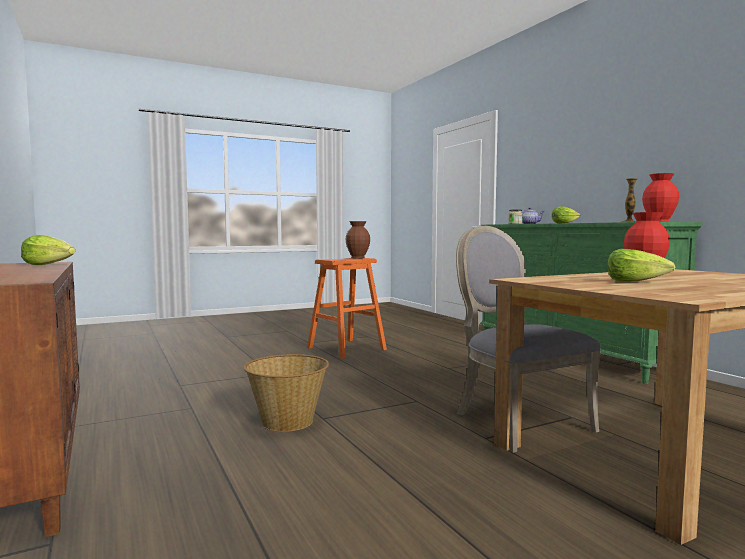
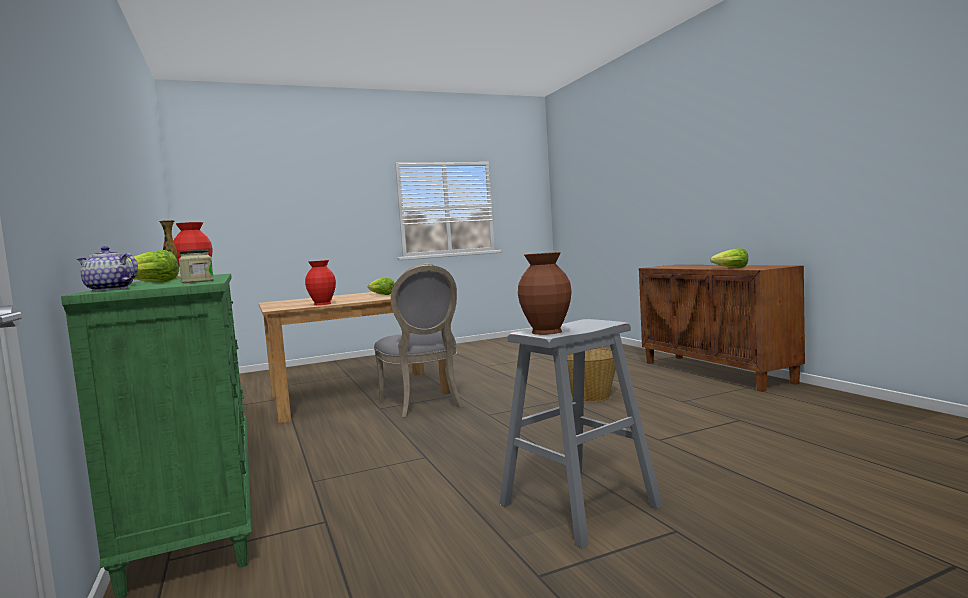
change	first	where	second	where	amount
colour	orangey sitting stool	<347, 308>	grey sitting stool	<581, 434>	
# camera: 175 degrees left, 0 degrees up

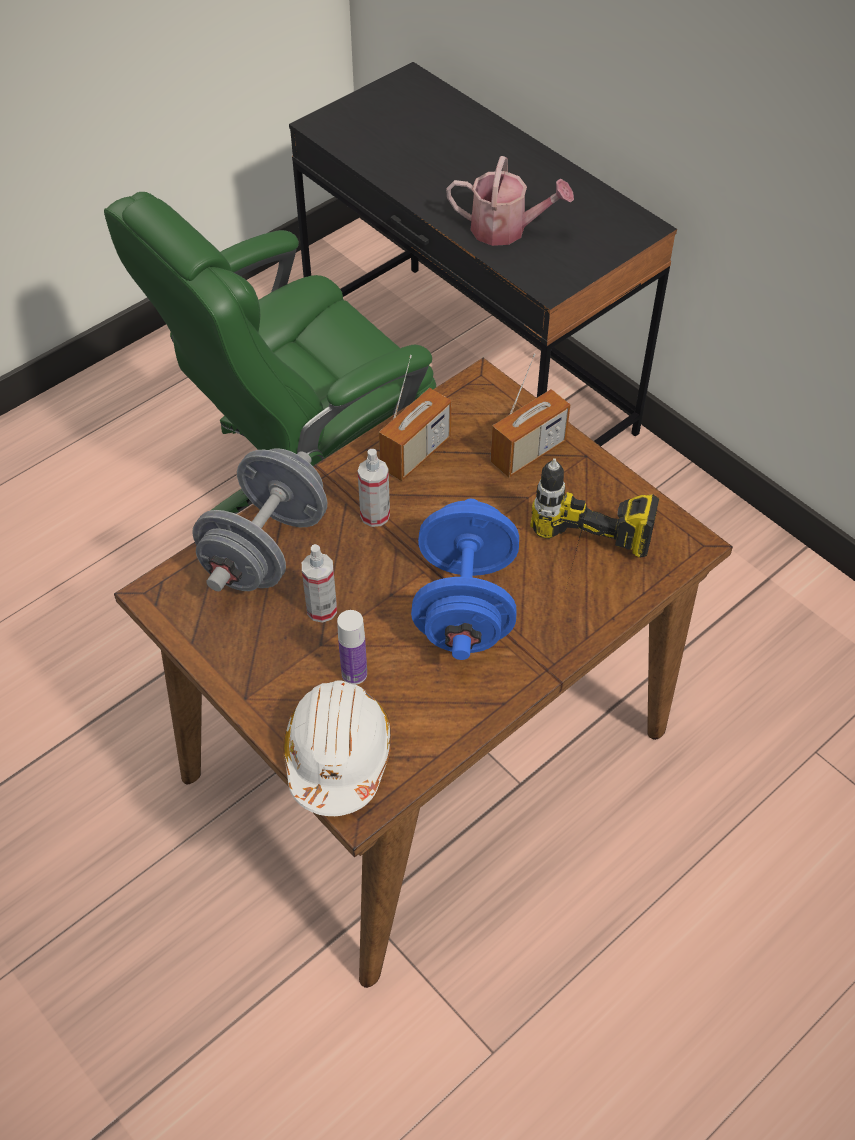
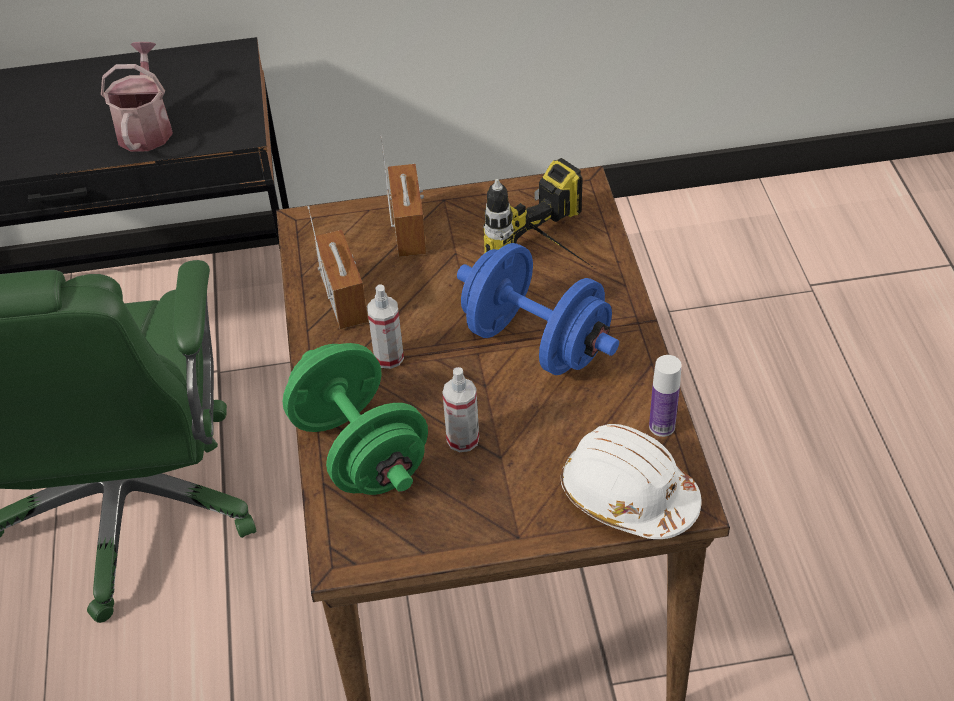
change	first	where	second	where	amount
relocated	beverage bottle	<352, 647>		<665, 396>	
colour	grey dumbbell	<259, 519>	green dumbbell	<355, 419>	
spun	watering can	<510, 201>		<137, 97>	45 degrees counterclockwise
# camera: 55 degrees left, 5 degrees down

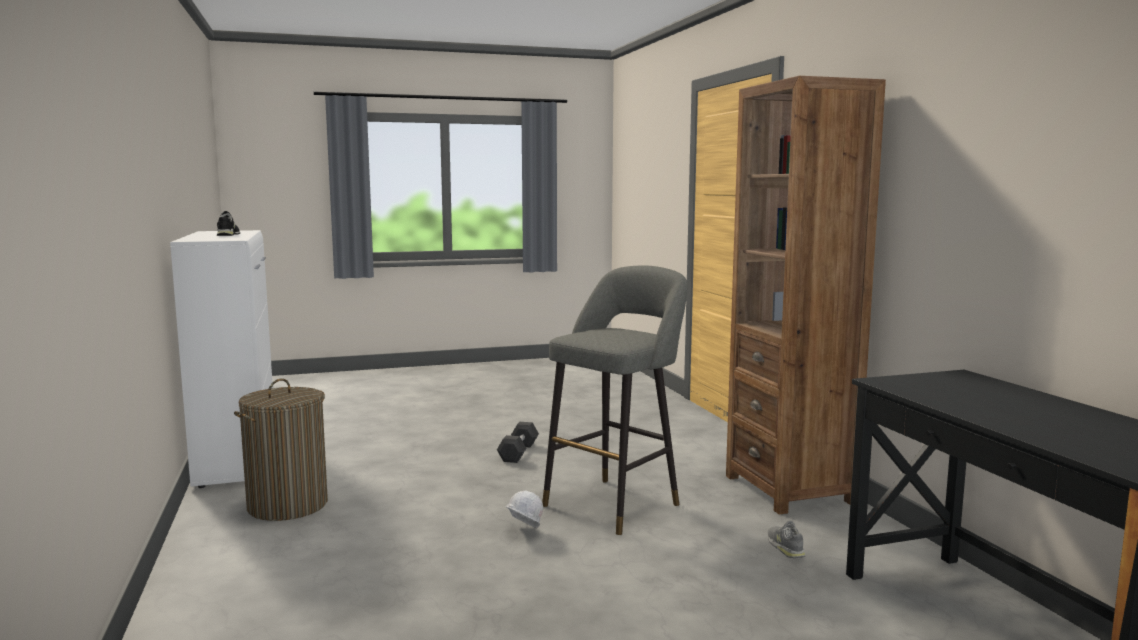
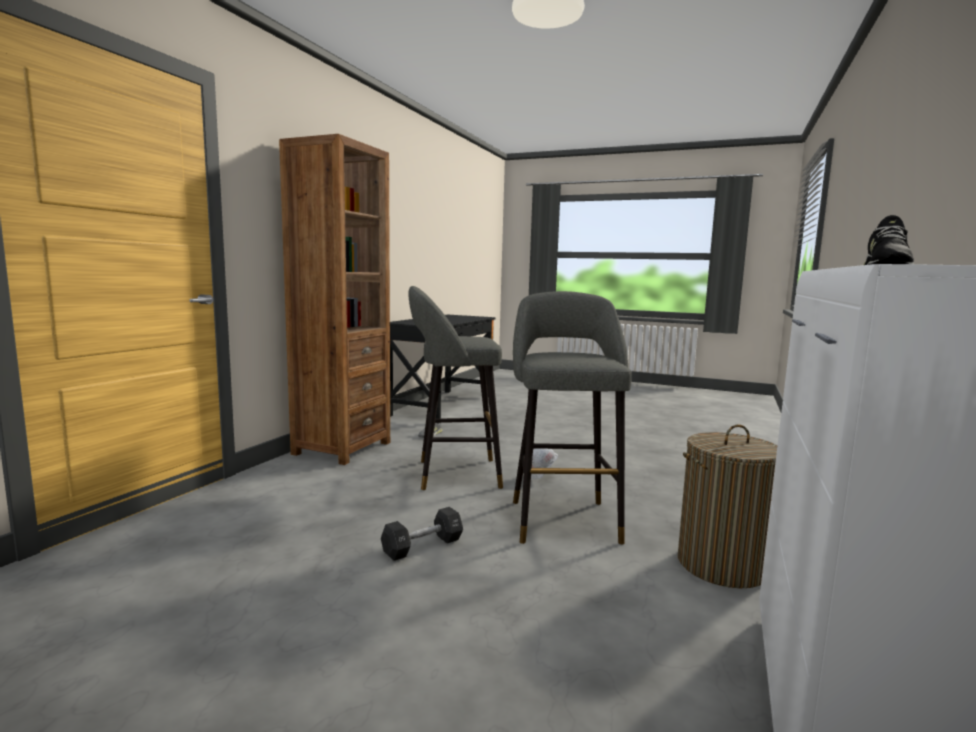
change	first	where	second	where	amount
appeared			grey sitting stool	<572, 417>	
# camera: 140 degrees left, 0 degrees up

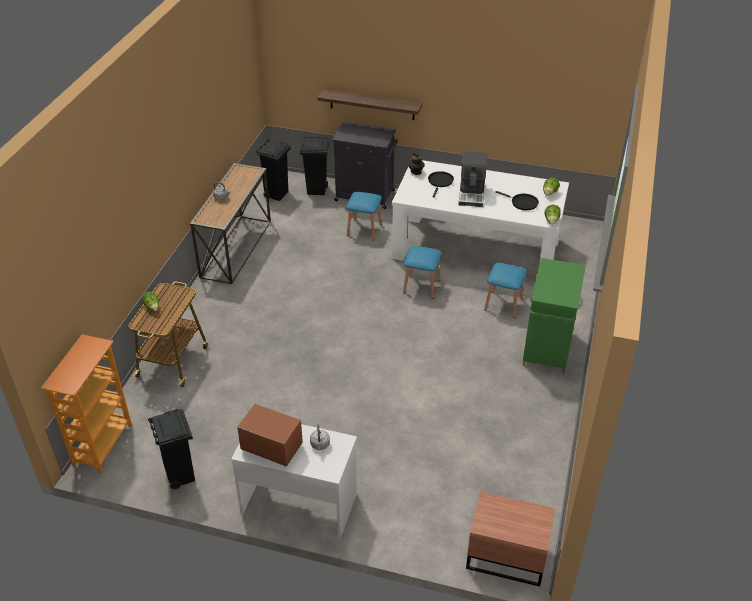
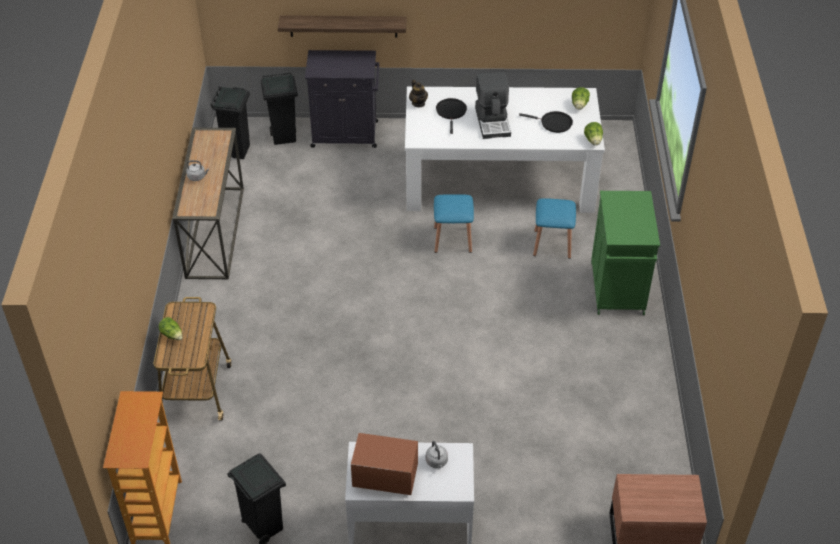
change	first	where	second	where	amount
missing	blue-coloured sitting stool	<364, 216>			
# camera: 15 degrees left, 5 degrees up

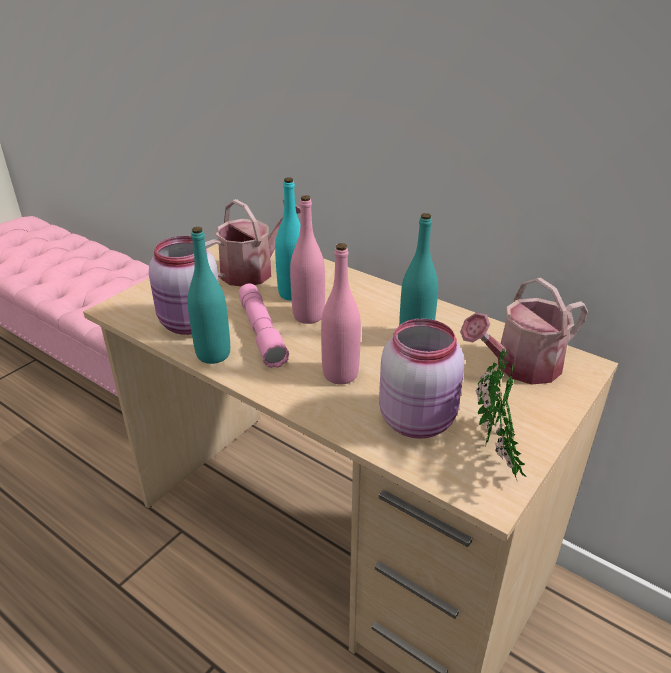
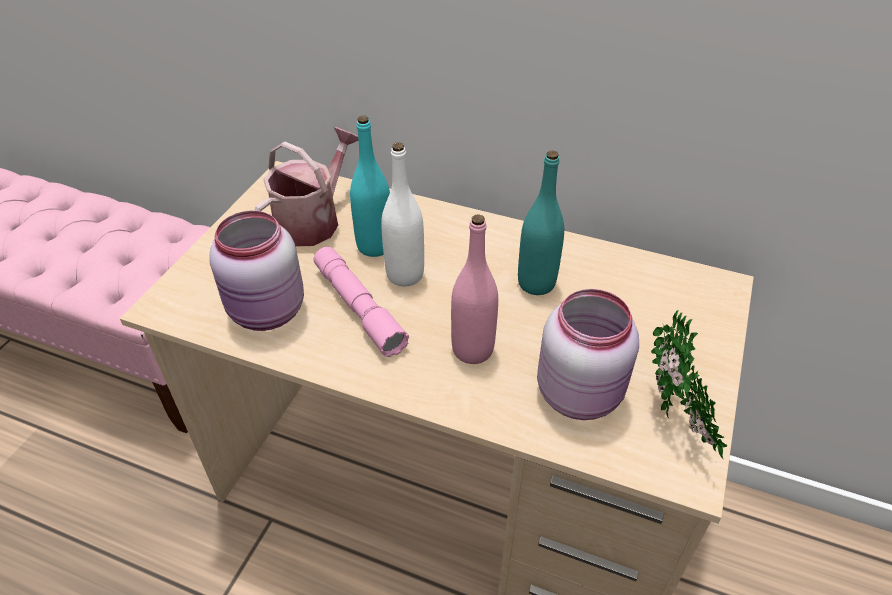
change	first	where	second	where	amount
missing	turquoise-coloured beverage bottle	<209, 295>			
missing	watering can	<524, 331>			
colour	pink-coloured beverage bottle	<307, 259>	white-coloured beverage bottle	<402, 214>	
# camera: 15 degrees left, 10 degrees up

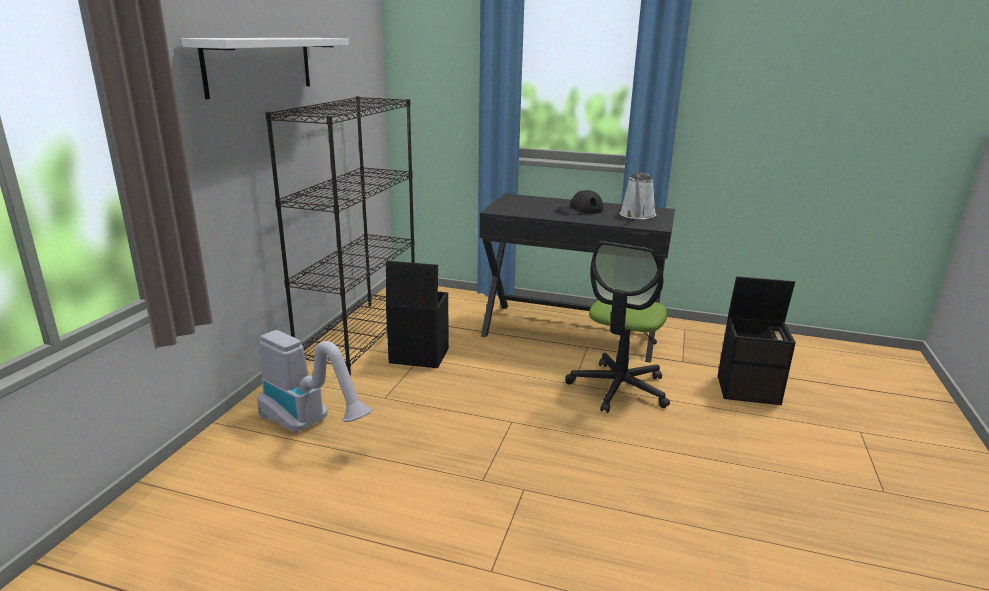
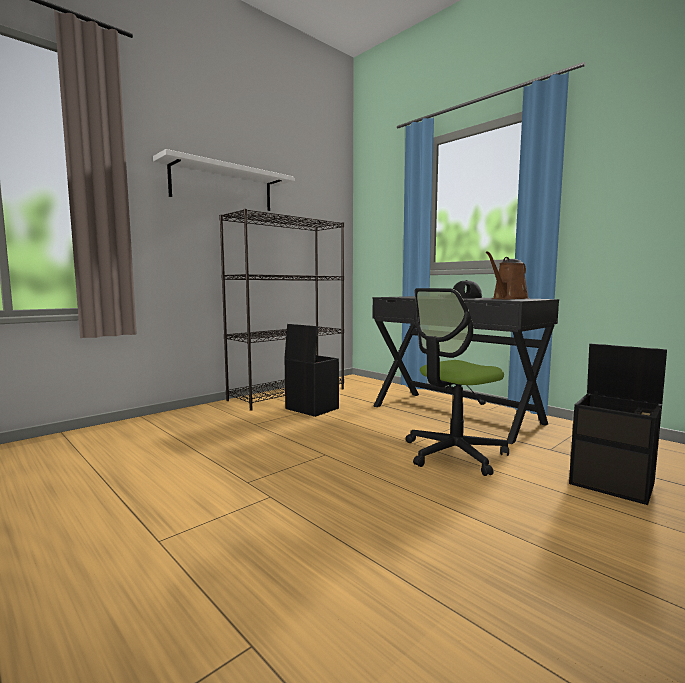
change	first	where	second	where	amount
missing	vacuum cleaner	<315, 382>			
colour	white-coloured watering can	<638, 196>	brownish watering can	<507, 275>	
# camera: 30 degrees right, 15 degrees down

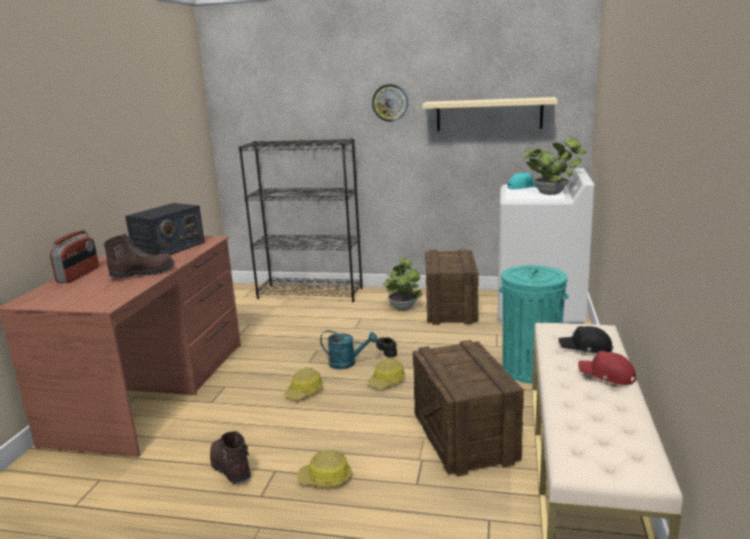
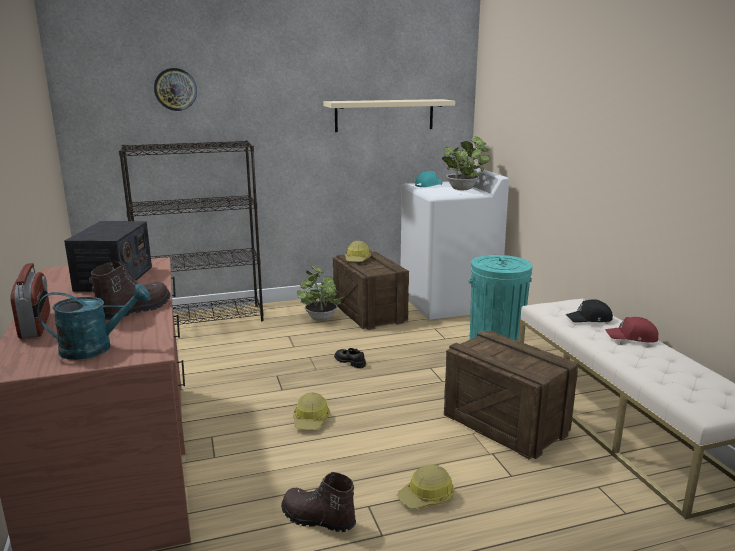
change	first	where	second	where	amount
relocated	turquoise-coloured watering can	<349, 349>		<94, 322>	
relocated	safety helmet	<387, 373>		<358, 251>	
relocated	clock on the wall	<390, 103>		<175, 89>	
# camera: 30 degrees left, 0 degrees up

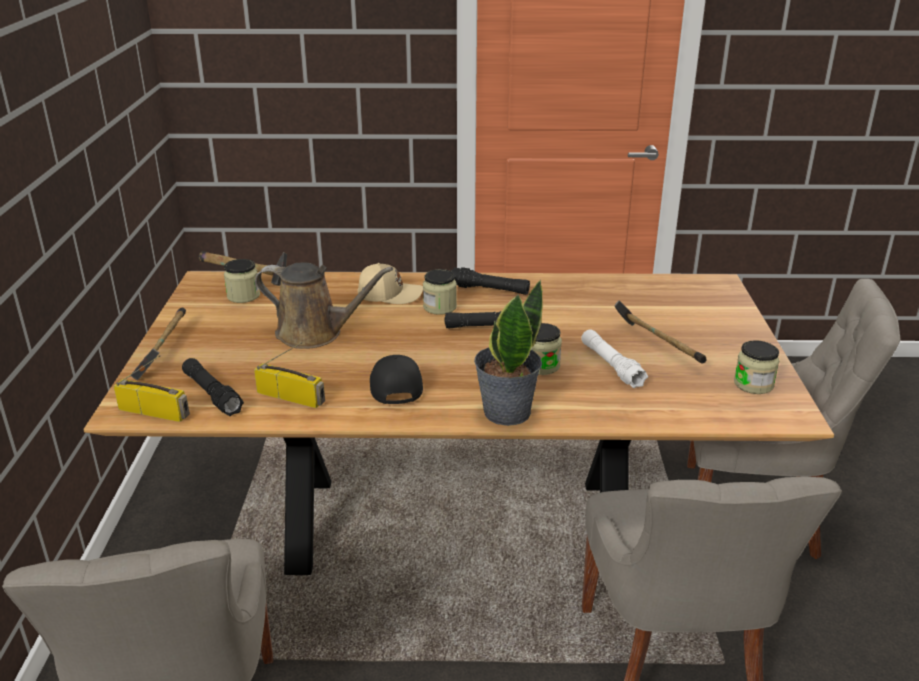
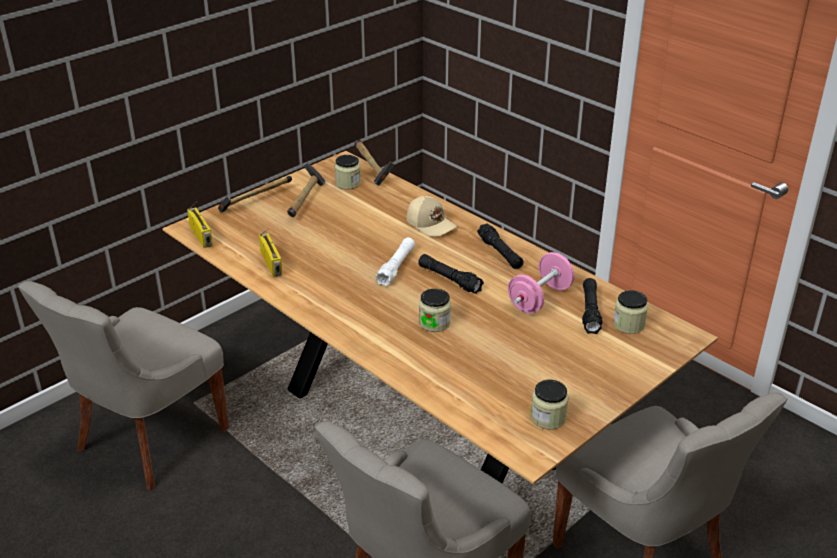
change	first	where	second	where	amount
missing	brownish watering can	<324, 305>			
missing	black-coloured baseball cap	<396, 379>			
missing	plant in a pot	<508, 353>			
appeared			pink-coloured dumbbell	<541, 283>	
relocated	black-coloured flashlight	<213, 387>		<592, 306>	
relocated	storage jar	<440, 292>		<630, 312>	
relocated	white-coloured flashlight	<614, 358>		<395, 262>	
relocated	tool hammer	<660, 332>		<306, 190>	
# camera: 45 degrees right, 5 degrees up

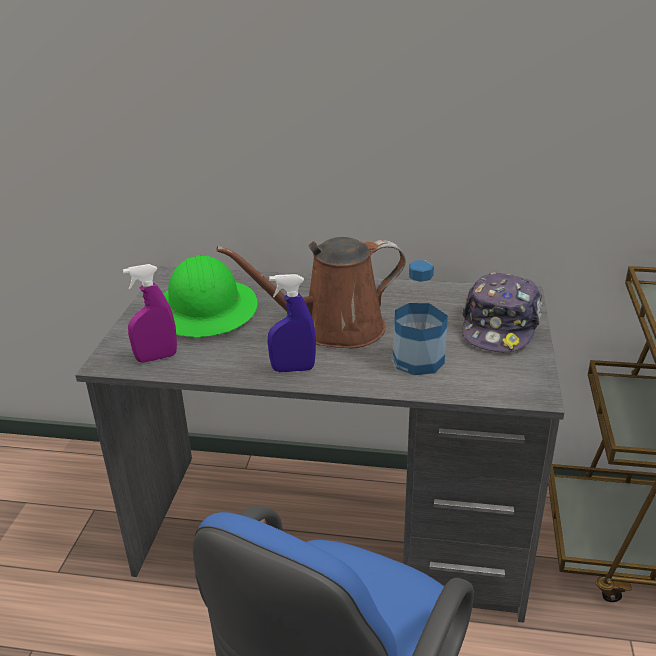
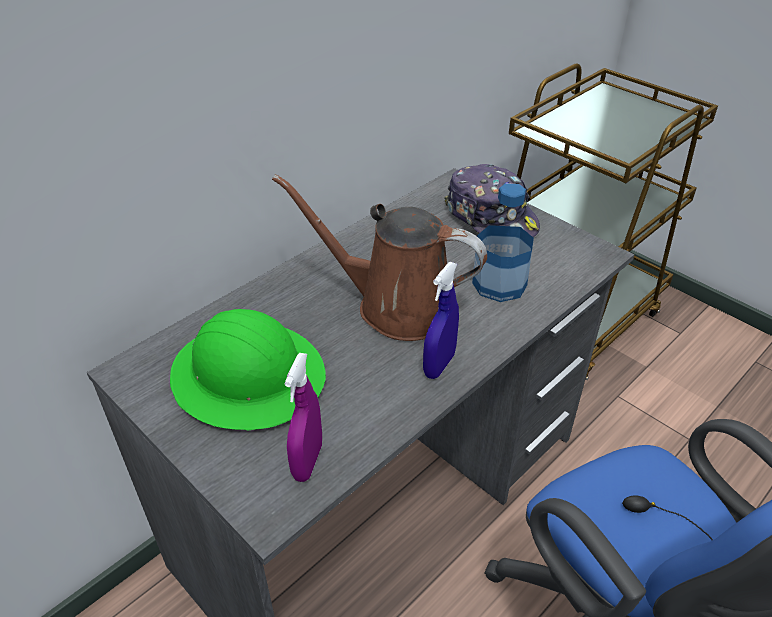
change	first	where	second	where	amount
spun	brownish watering can	<311, 293>		<379, 257>	90 degrees clockwise
# camera: 55 degrees left, 10 degrees up

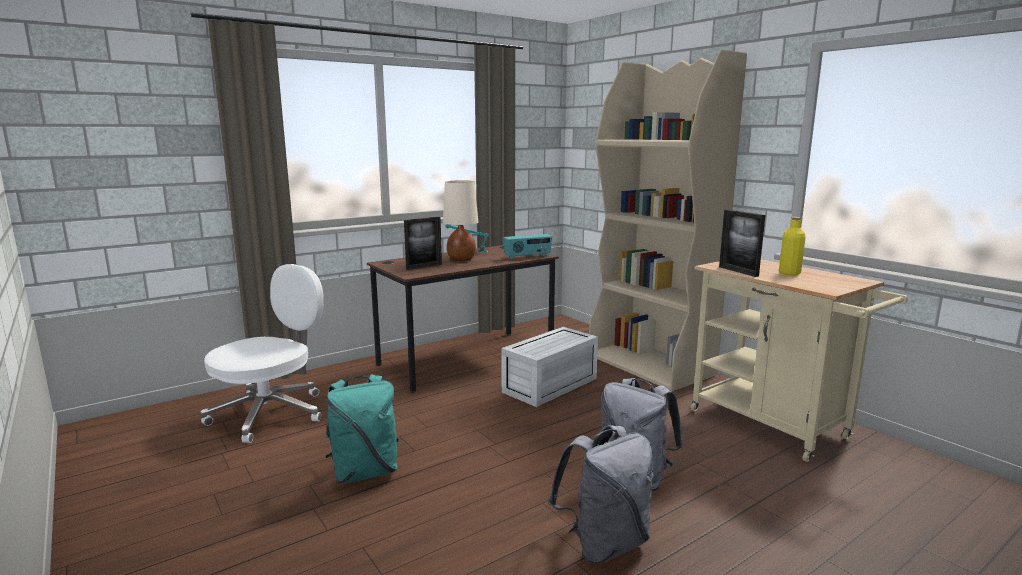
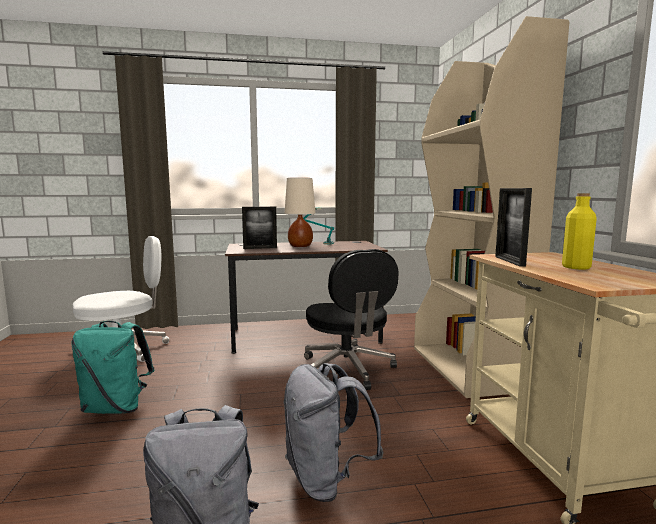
change	first	where	second	where	amount
missing	radio	<527, 247>			
exchanged	white-coloured storage container	<549, 367>	black-coloured desk chair	<351, 319>	
# camera: 25 degrees right, 5 degrees down

